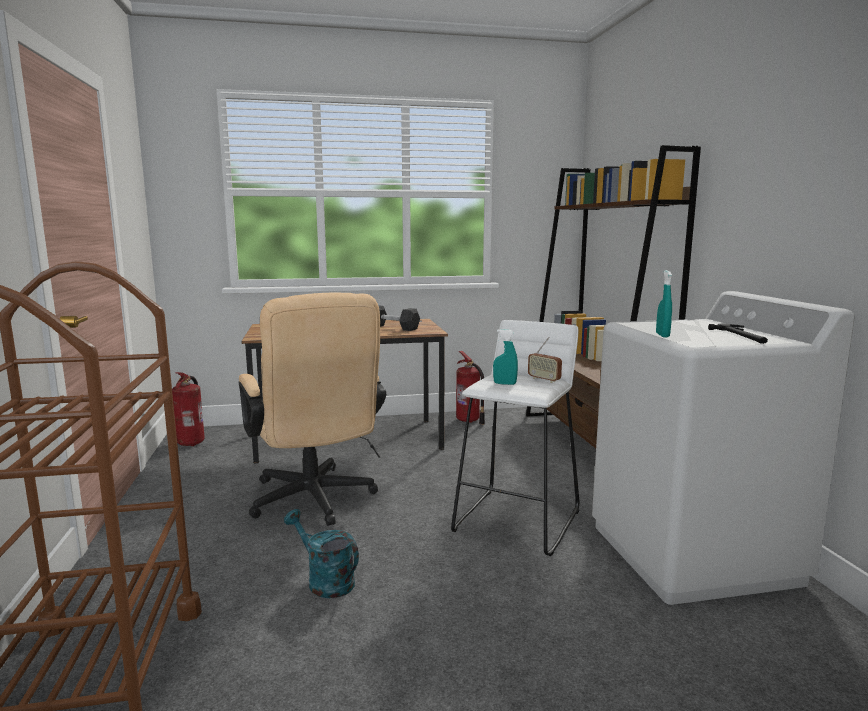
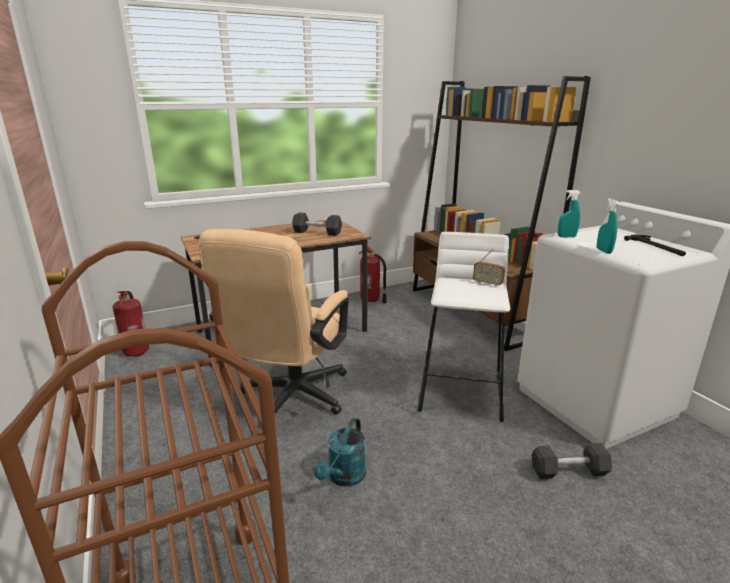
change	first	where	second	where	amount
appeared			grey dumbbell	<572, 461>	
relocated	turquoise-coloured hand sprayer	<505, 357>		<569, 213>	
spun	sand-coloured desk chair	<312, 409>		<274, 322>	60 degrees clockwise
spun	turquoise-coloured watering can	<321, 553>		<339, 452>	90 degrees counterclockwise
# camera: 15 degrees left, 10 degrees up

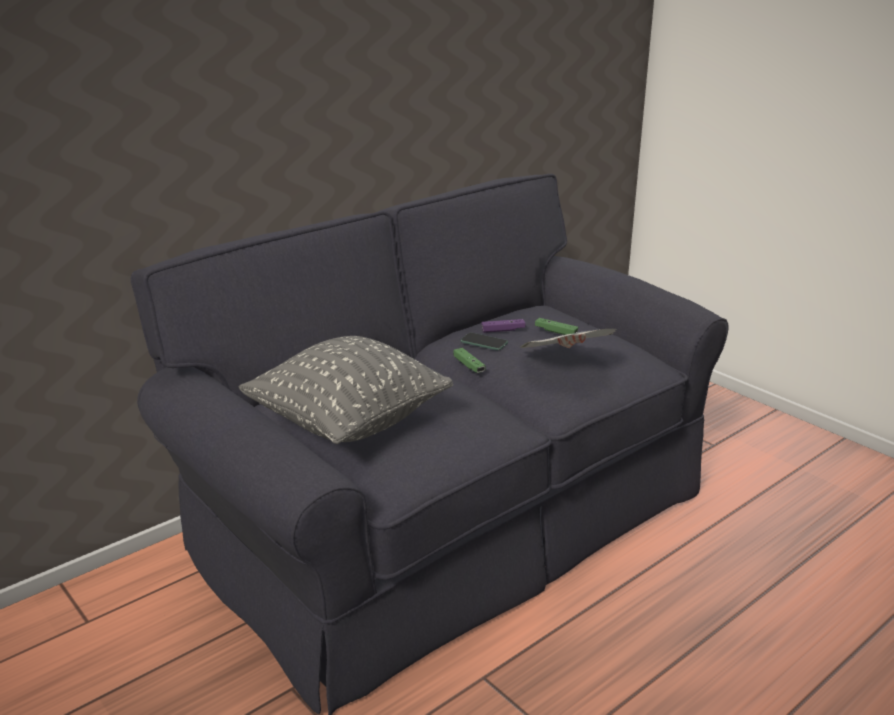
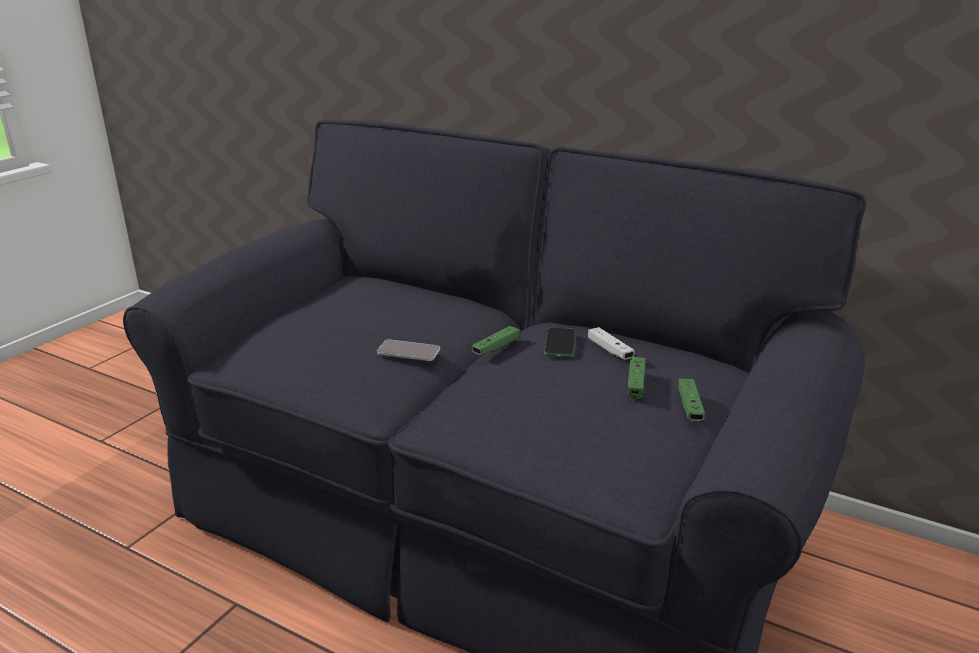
change	first	where	second	where	amount
missing	grey cushion	<346, 390>			
missing	newspaper	<568, 338>			
appeared			phone	<408, 350>	
appeared			green gamepad	<691, 400>	
colour	purplish gamepad	<504, 326>	white-coloured gamepad	<611, 343>	
# camera: 70 degrees right, 0 degrees up

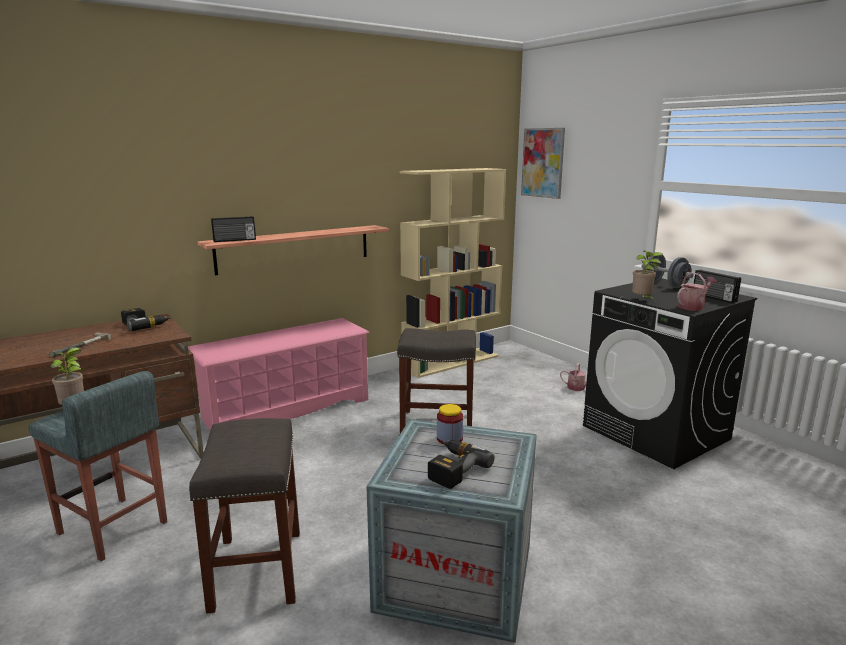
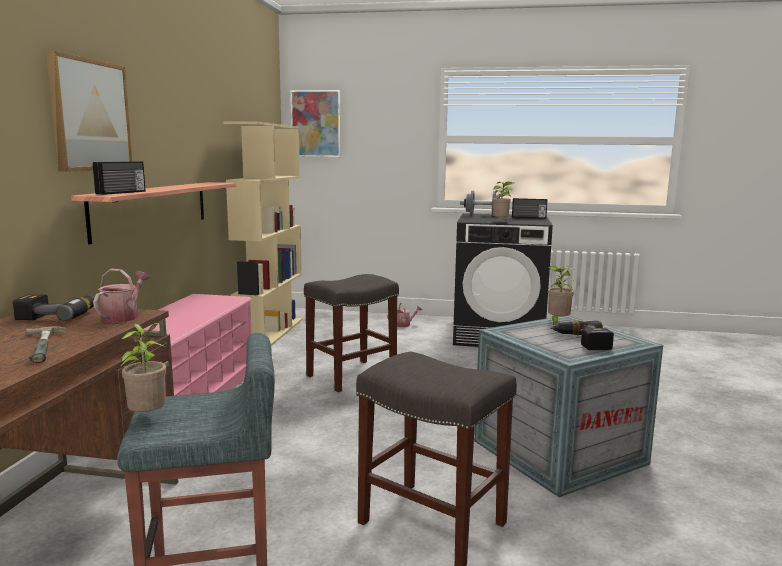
change	first	where	second	where	amount
missing	storage jar	<450, 424>			
appeared			wall art	<89, 111>	
appeared			plant in a pot	<561, 295>	
relocated	watering can	<697, 292>		<121, 296>	
# camera: 45 degrees left, 5 degrees down

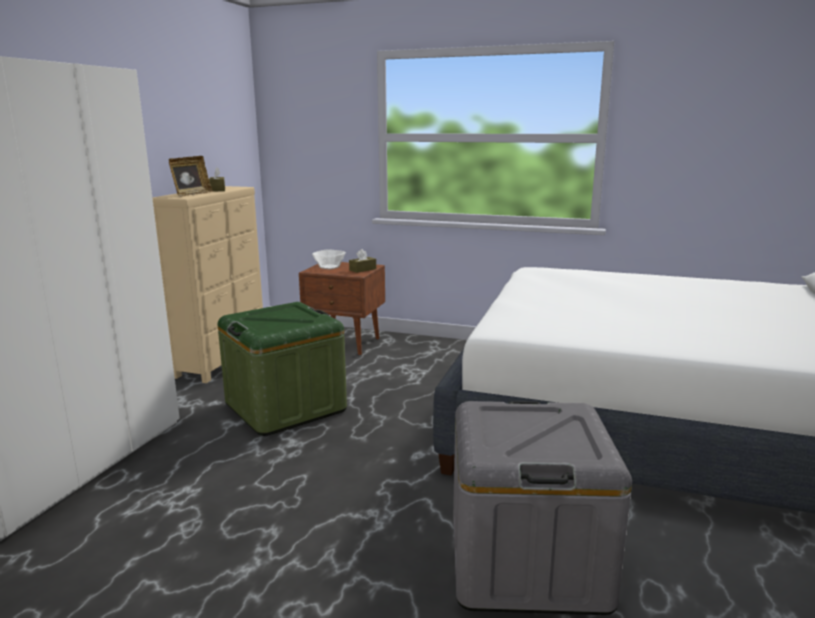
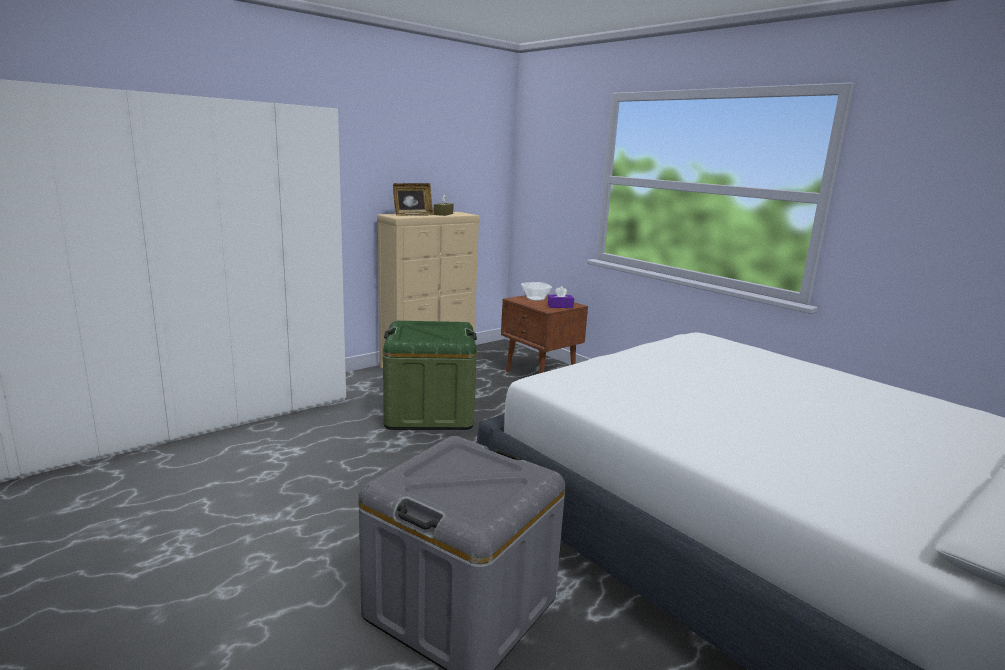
change	first	where	second	where	amount
colour	brownish tissue box	<362, 261>	purplish tissue box	<561, 297>	
# camera: 30 degrees right, 0 degrees up

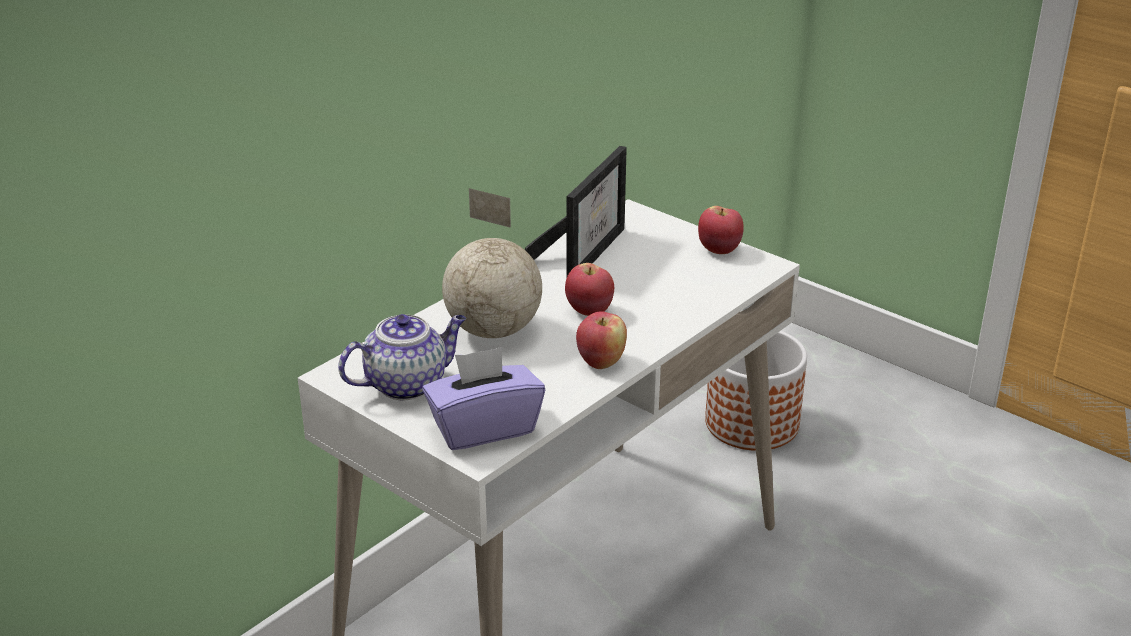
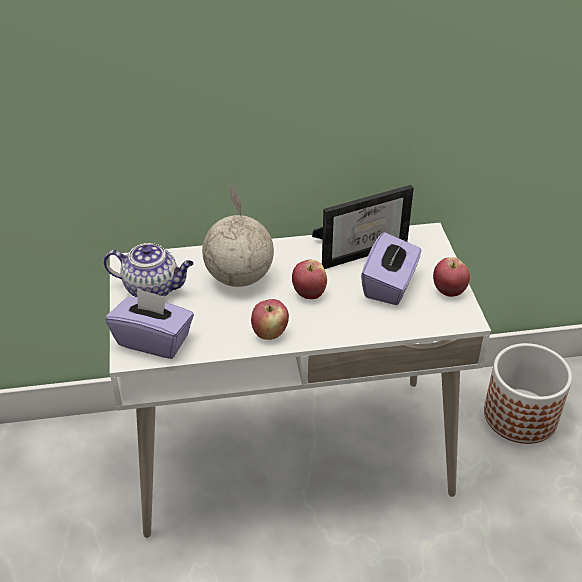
change	first	where	second	where	amount
appeared			purplish tissue box	<391, 268>	
# camera: 40 degrees right, 10 degrees up

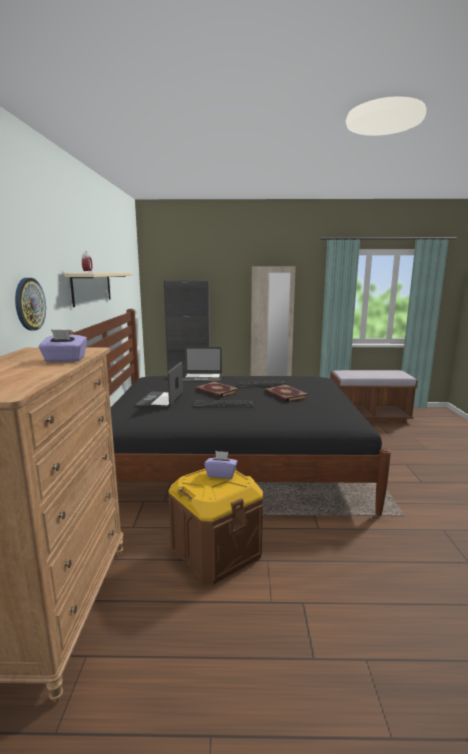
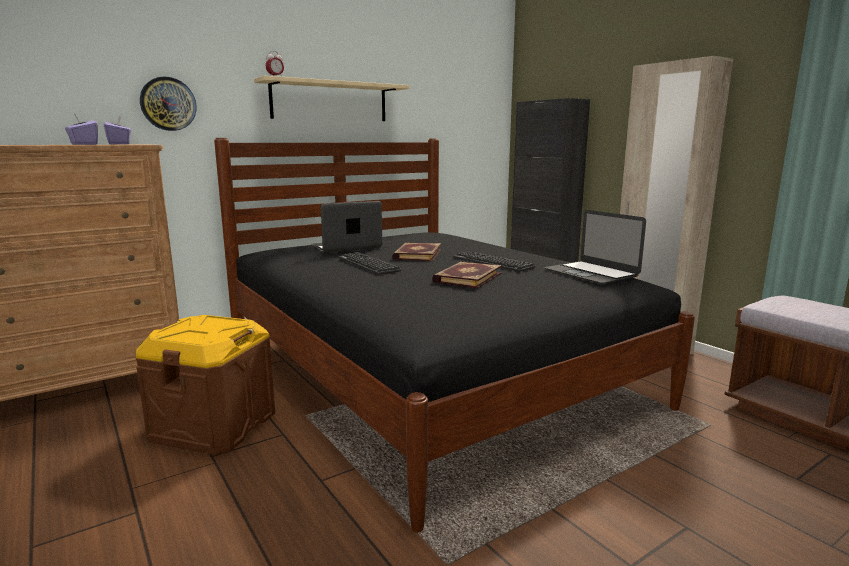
change	first	where	second	where	amount
relocated	portable computer	<202, 364>		<595, 247>	
relocated	purplish tissue box	<221, 465>		<117, 130>	
# camera: 55 degrees right, 0 degrees up

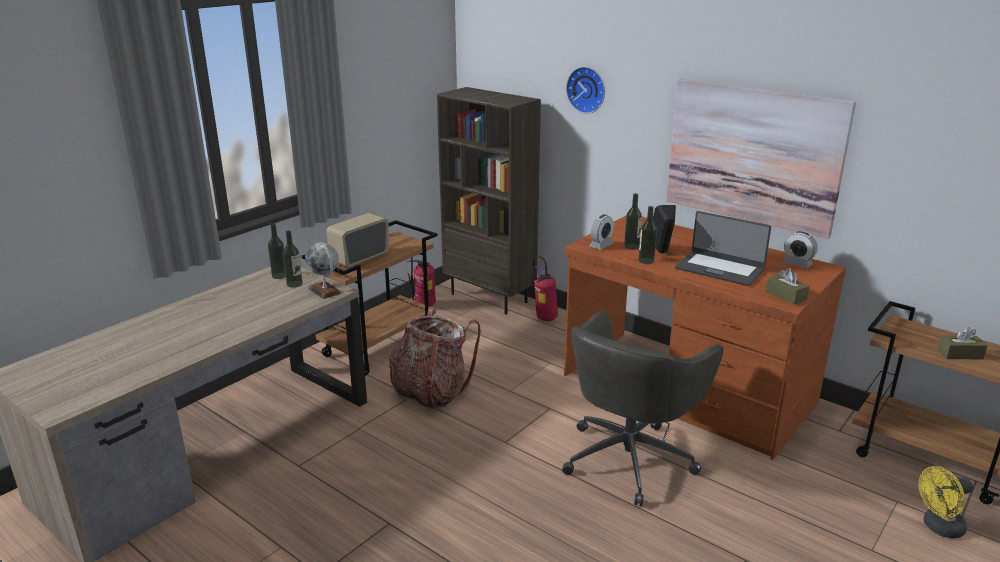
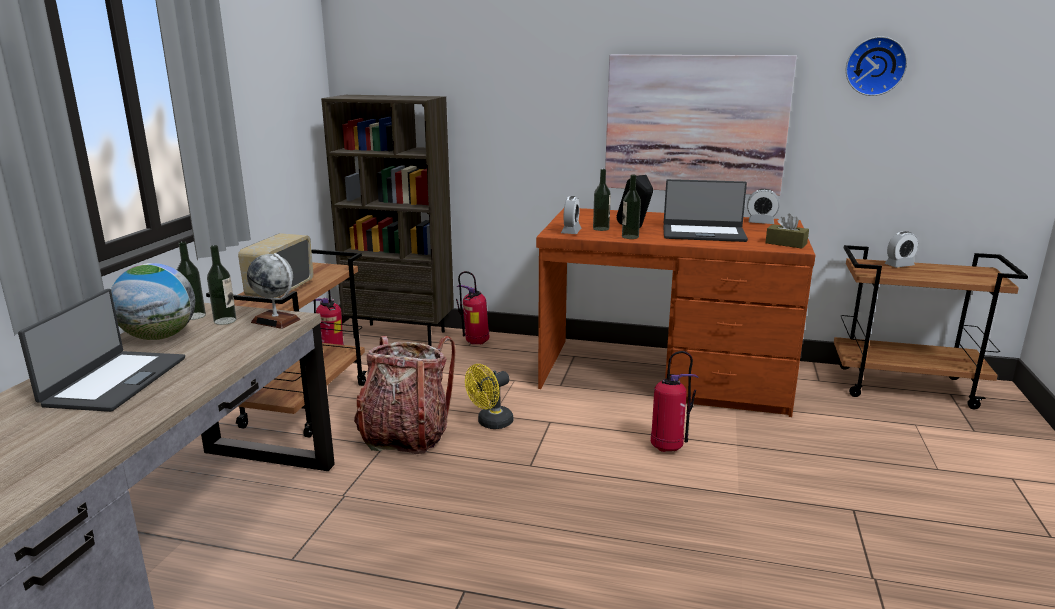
change	first	where	second	where	amount
missing	brownish tissue box	<962, 343>			
appeared			portable computer	<101, 350>	
appeared			world globe	<153, 301>	
appeared			table clock	<901, 249>	
relocated	clock on the wall	<585, 90>		<876, 66>	
relocated	yellowish cooling fan	<946, 502>		<489, 396>	
exchanged	grey desk chair	<642, 408>	fire-fighting cylinder	<675, 401>	
# camera: 25 degrees left, 5 degrees down

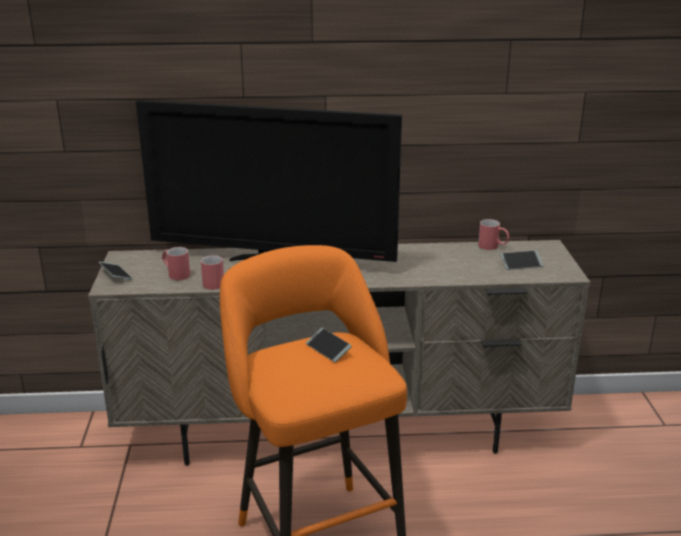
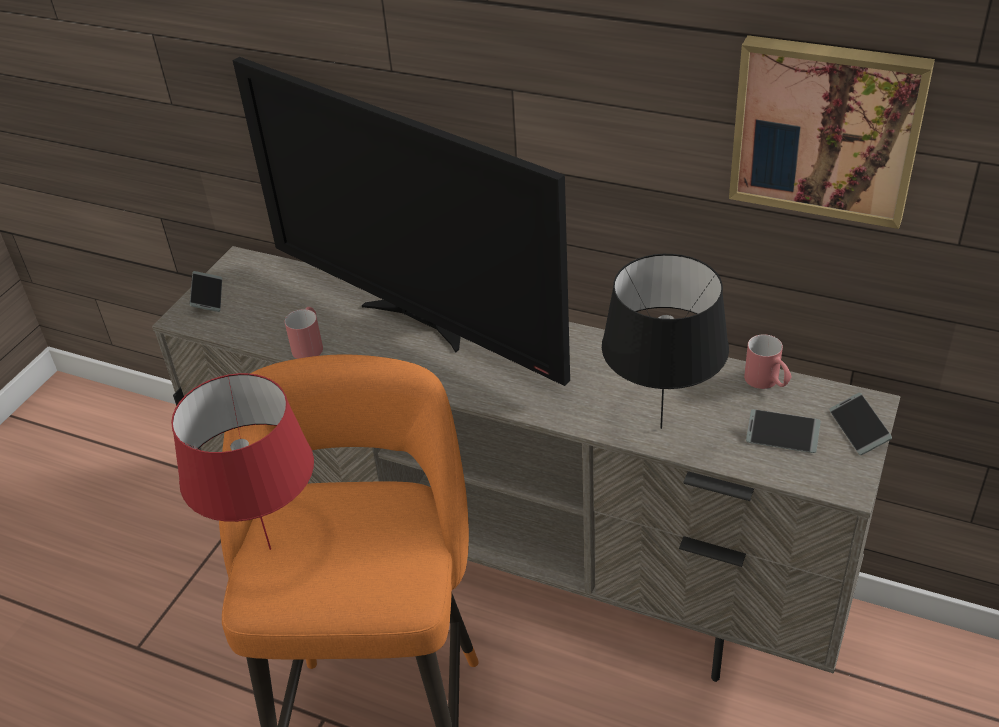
change	first	where	second	where	amount
missing	red-coloured tea mug	<176, 263>			
appeared			red-coloured table lamp	<242, 461>	
appeared			black-coloured table lamp	<665, 341>	
appeared			wall art	<832, 132>	
relocated	phone	<329, 345>		<860, 424>	
# camera: 30 degrees right, 15 degrees up

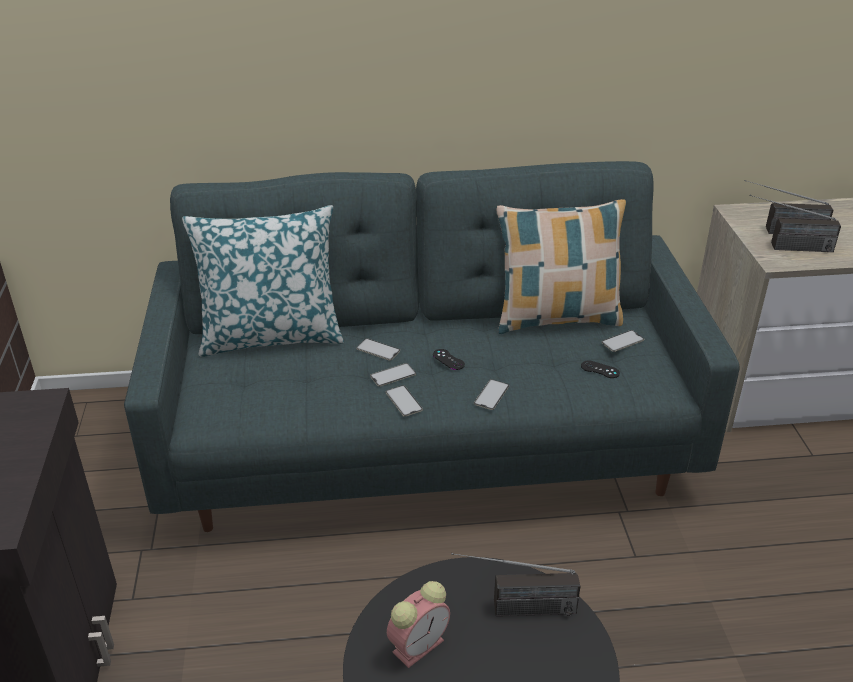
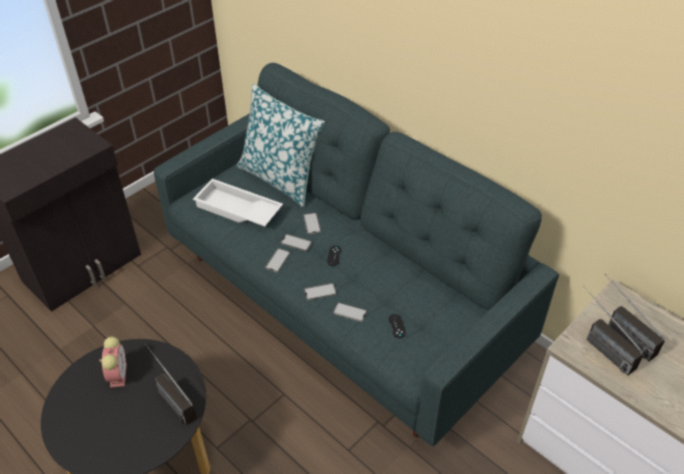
change	first	where	second	where	amount
missing	cushion	<561, 266>			
appeared			white-coloured tray	<238, 203>	
relocated	phone	<622, 341>		<350, 312>	
spun	table clock	<418, 624>		<113, 362>	105 degrees counterclockwise
# camera: 50 degrees right, 10 degrees up

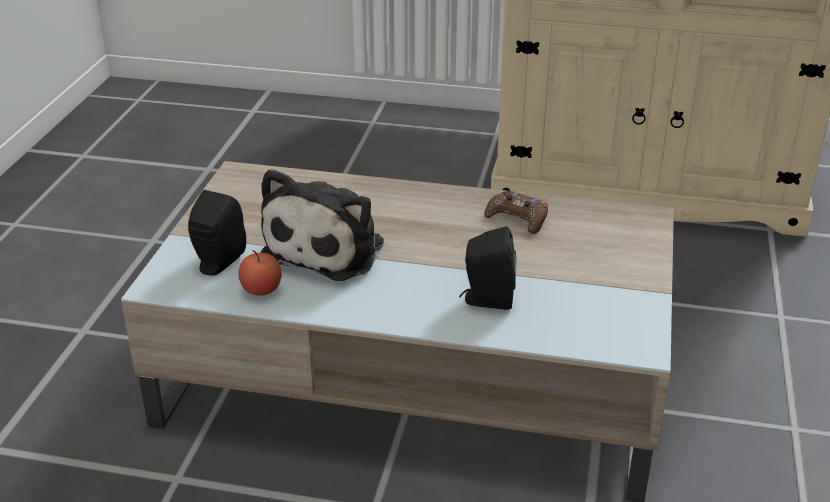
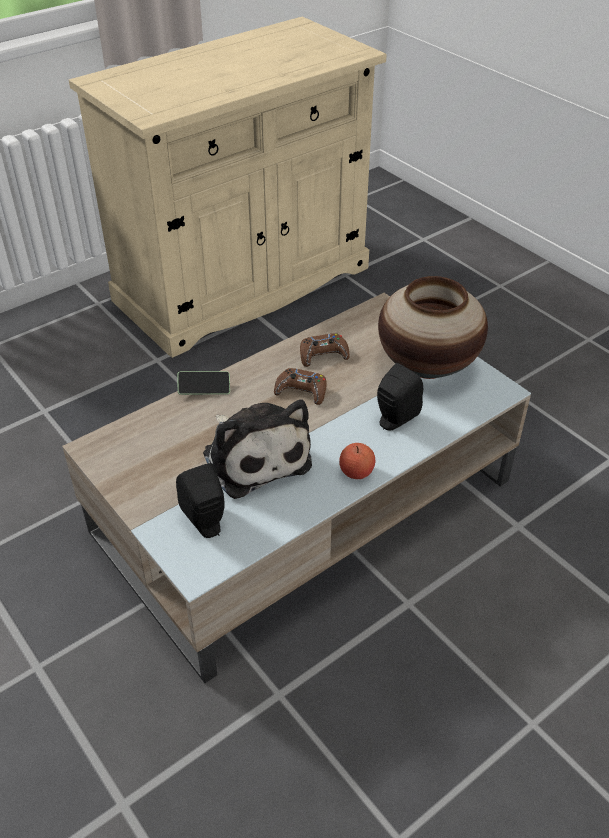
change	first	where	second	where	amount
appeared			phone	<204, 383>	
appeared			brownish gamepad	<300, 386>	
appeared			decorative vase	<433, 327>	
relocated	whole apple	<260, 273>		<357, 461>	
# camera: 50 degrees left, 10 degrees up

